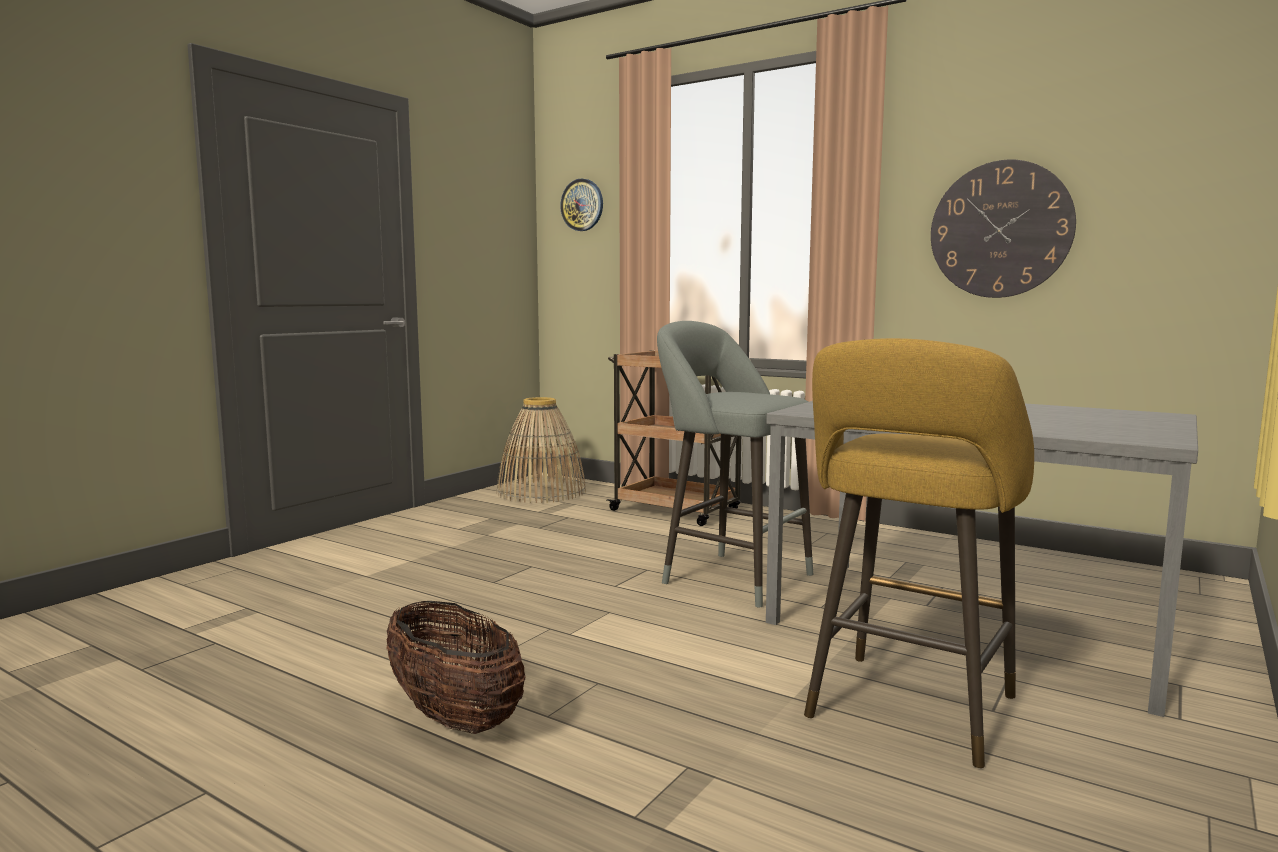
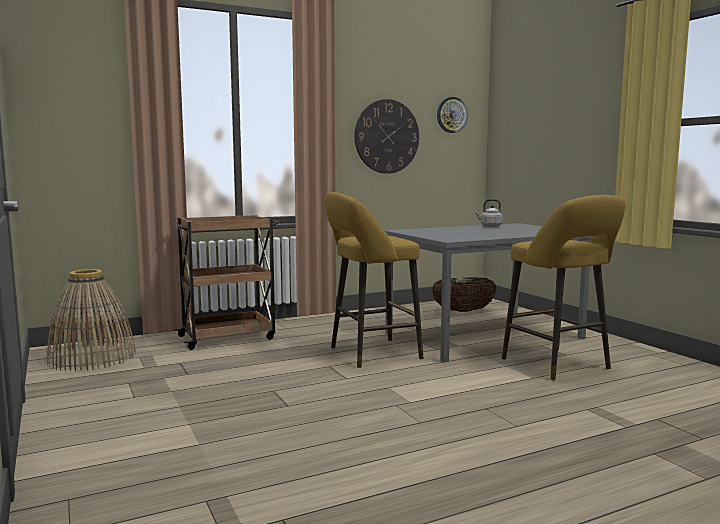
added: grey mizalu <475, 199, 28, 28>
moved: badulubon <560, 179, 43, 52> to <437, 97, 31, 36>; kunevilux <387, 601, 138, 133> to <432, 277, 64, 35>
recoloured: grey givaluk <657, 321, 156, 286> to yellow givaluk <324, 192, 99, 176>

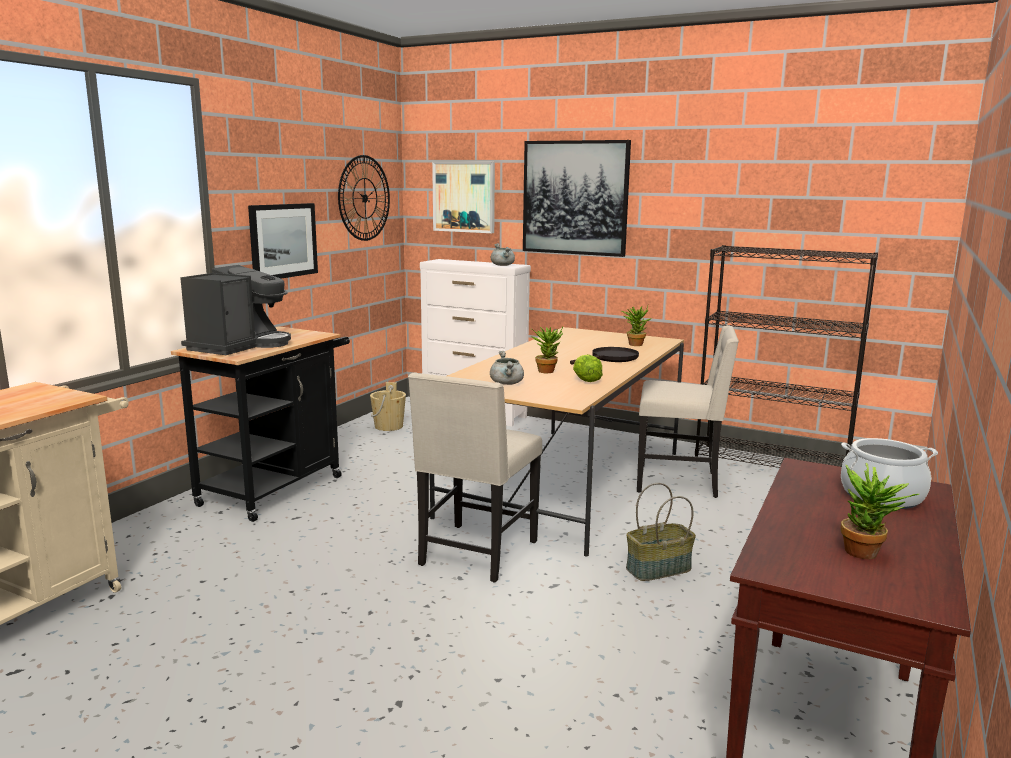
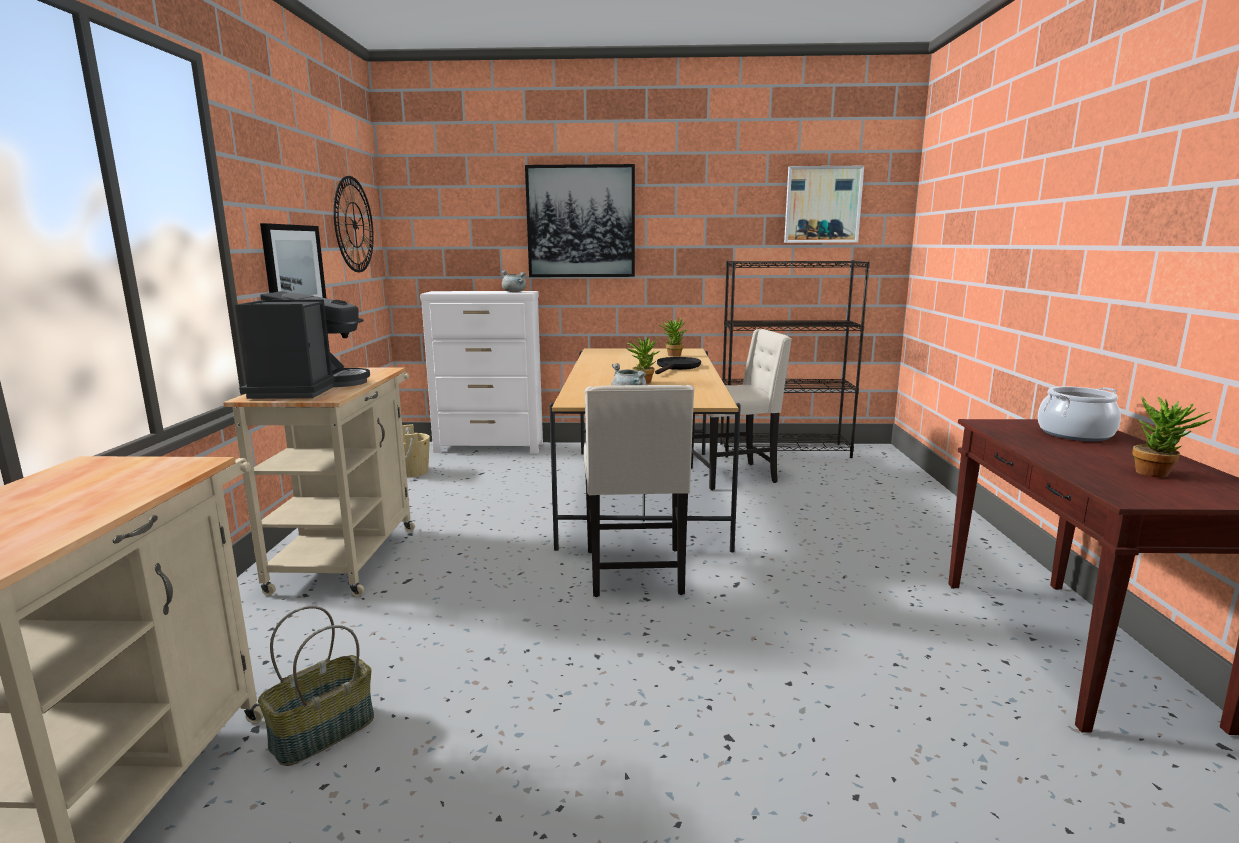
removed: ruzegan <573, 354, 30, 28>
moved: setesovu <432, 161, 63, 72> to <784, 166, 80, 77>; kunevilux <626, 483, 70, 98> to <258, 606, 116, 160>
recoloured: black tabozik <171, 326, 179, 196> to beige tabozik <223, 367, 192, 230>

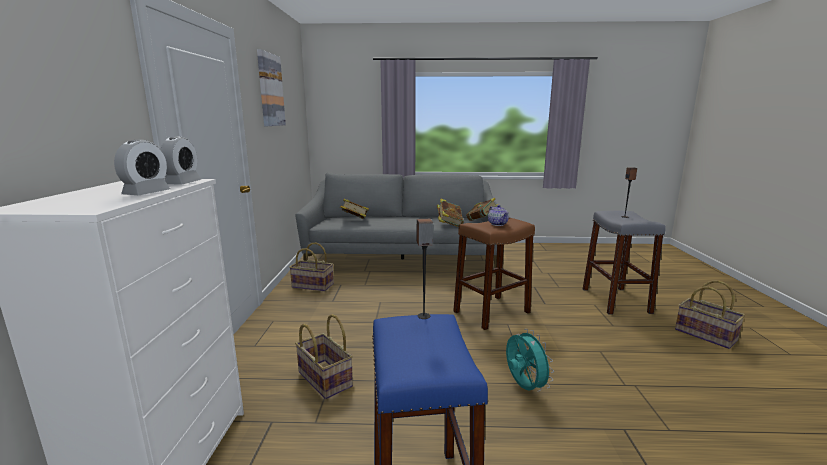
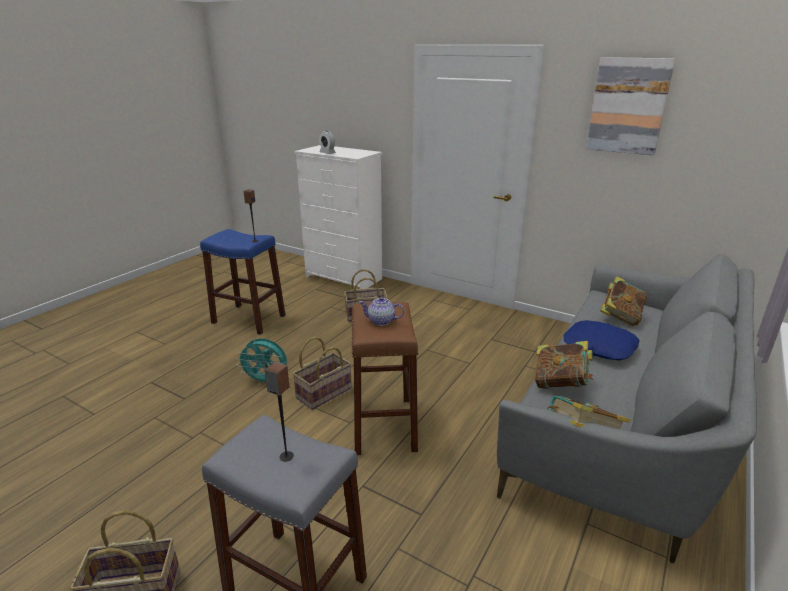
removed: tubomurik <161, 136, 41, 48>
added: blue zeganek <564, 320, 76, 41>
moved: kunevilux <289, 243, 45, 48> to <292, 337, 60, 73>

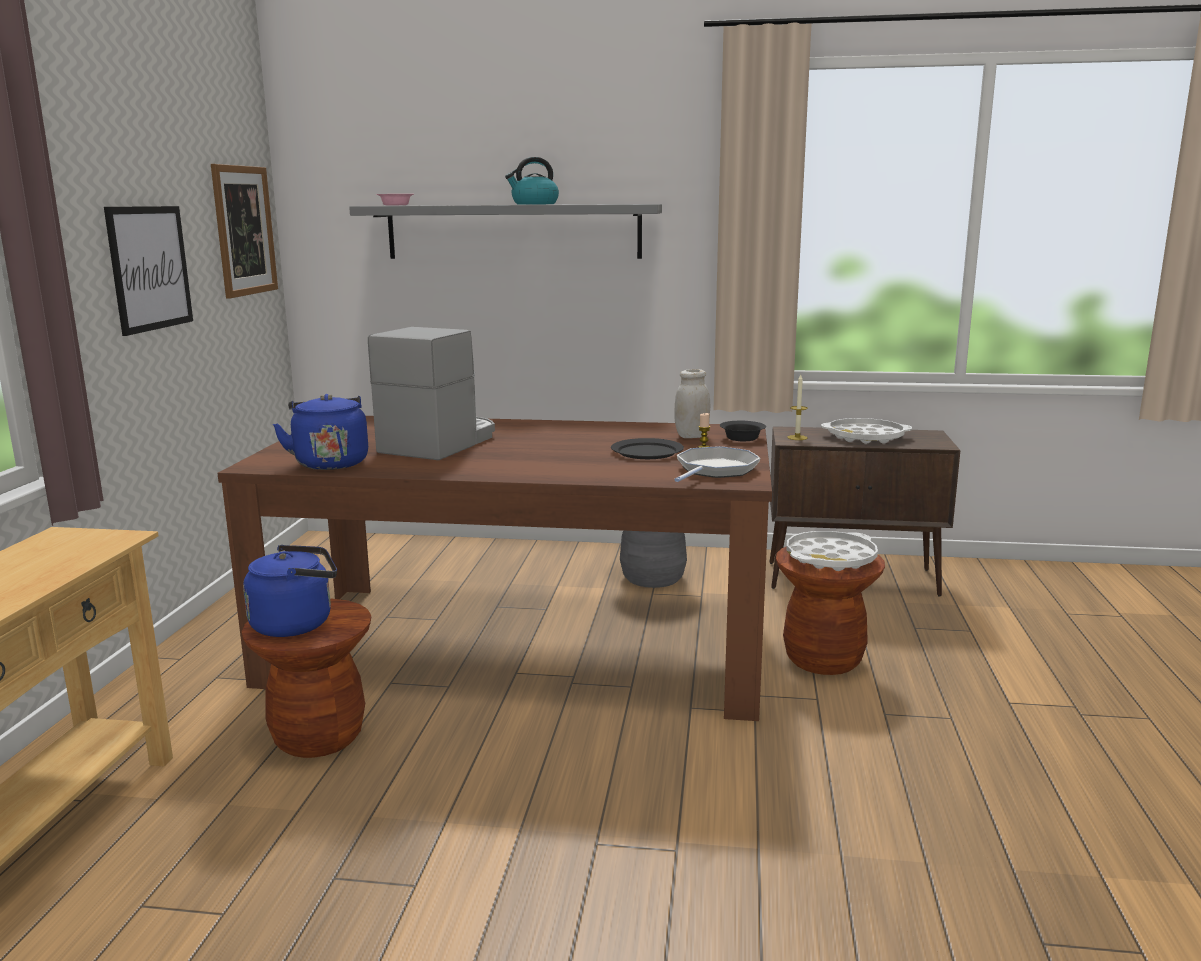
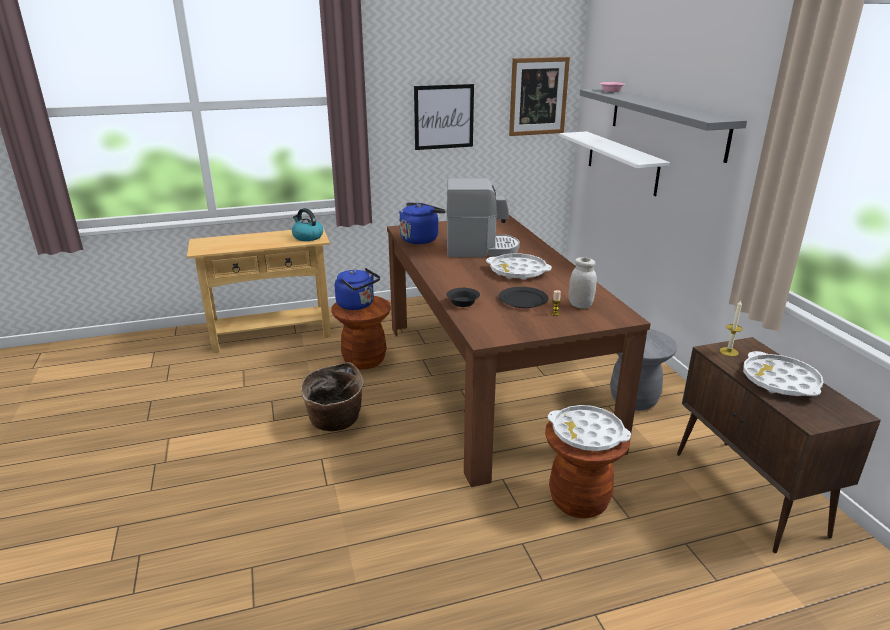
removed: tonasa <674, 446, 86, 36>
added: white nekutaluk <559, 131, 111, 65>; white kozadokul <486, 253, 66, 27>; kunevilux <301, 362, 63, 69>
moved: mizalu <505, 157, 54, 48> to <292, 208, 31, 33>; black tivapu <720, 421, 46, 20> to <447, 288, 33, 19>

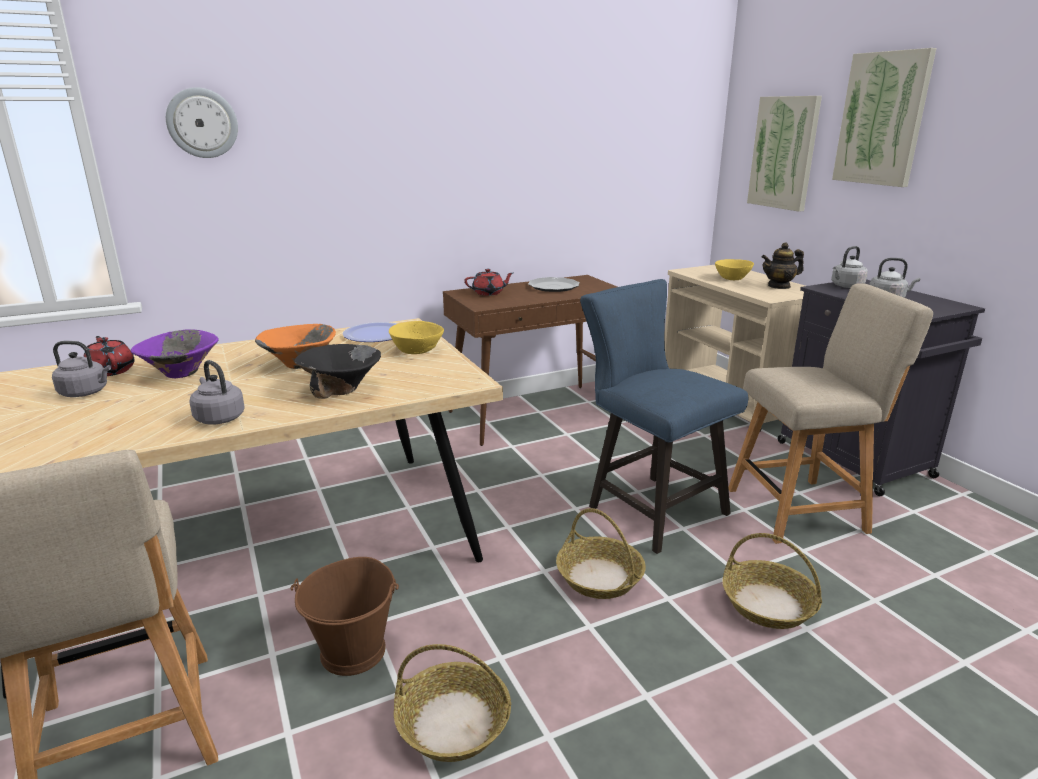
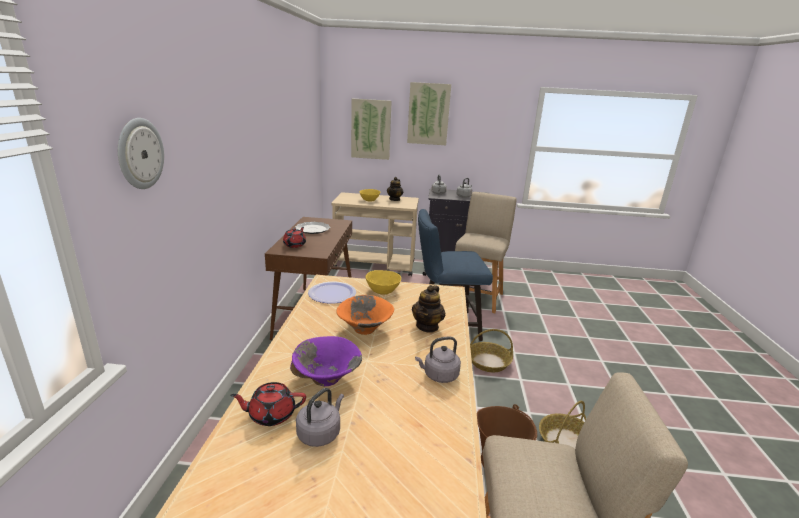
removed: kunevilux <722, 533, 100, 96>
replaced: black tivapu <294, 344, 87, 55> to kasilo <412, 285, 33, 48>

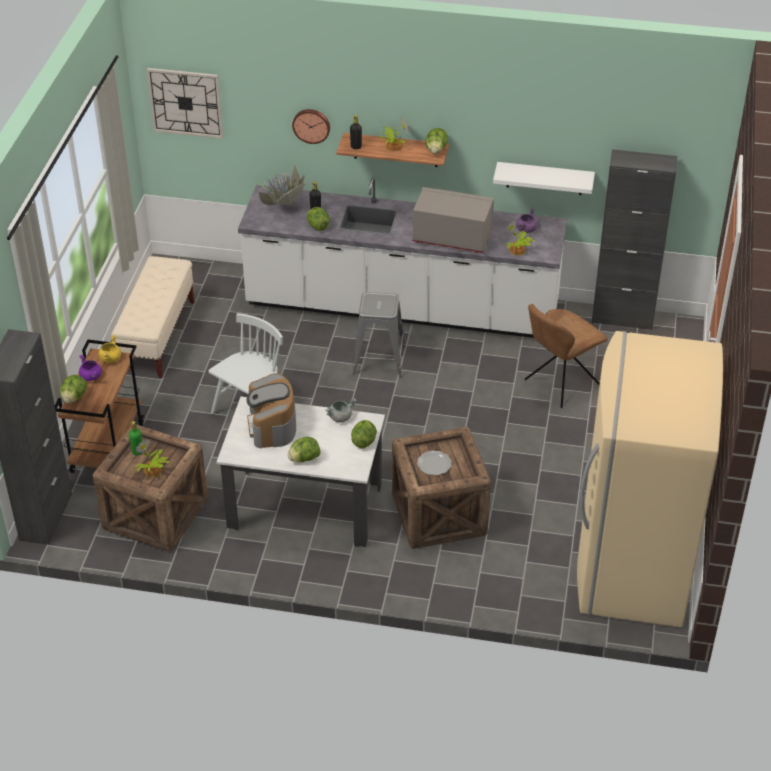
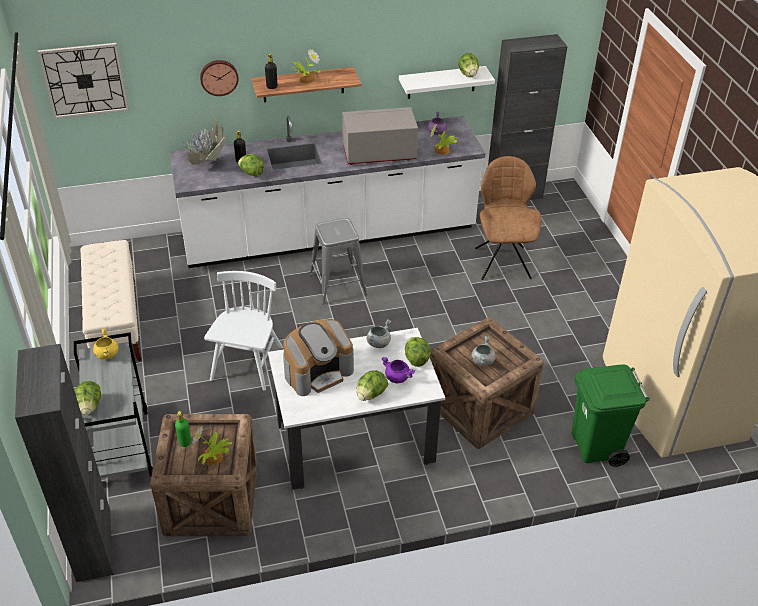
added: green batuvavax <572, 364, 78, 103>
moved: ruzegan <425, 128, 23, 26> to <458, 53, 21, 24>; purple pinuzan <79, 355, 23, 26> to <382, 357, 33, 26>
replaced: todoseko <417, 451, 35, 24> to grey pinuzan <471, 336, 24, 30>
recoloured: brown tabozik <55, 340, 89, 133> to grey tabozik <74, 332, 79, 146>
turned: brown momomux <525, 304, 83, 104> = <475, 156, 66, 124> 150 degrees clockwise; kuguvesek <247, 373, 49, 75> = <283, 319, 71, 77> 90 degrees counterclockwise

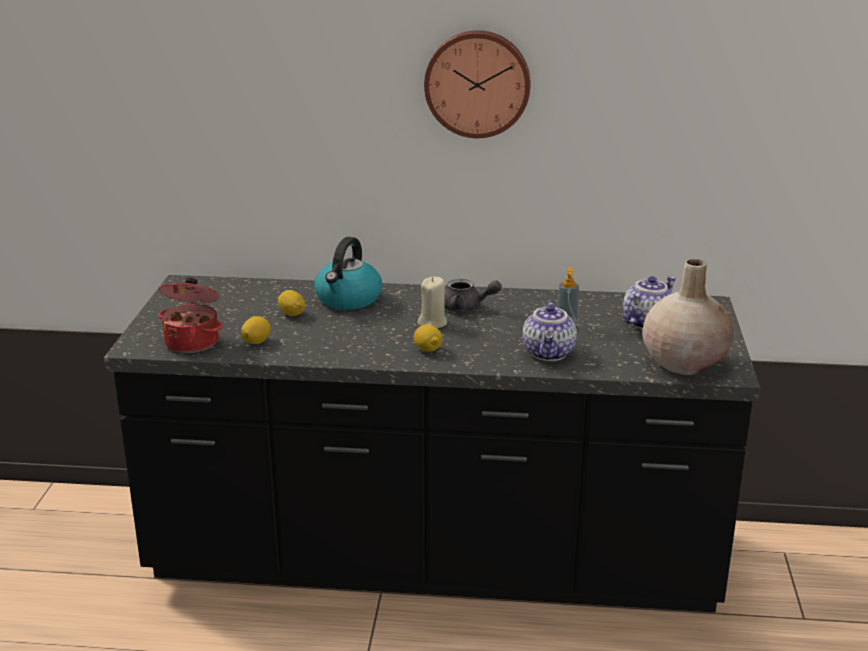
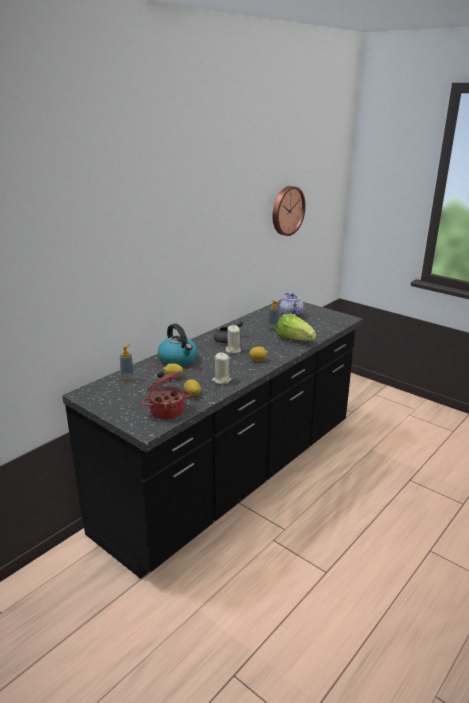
removed: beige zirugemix <643, 259, 91, 116>
added: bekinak <120, 344, 14, 37>; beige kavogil <212, 352, 19, 32>
moved: badulubon <424, 30, 107, 108> to <272, 186, 34, 50>
replaced: kasilo <522, 300, 55, 61> to ruzegan <276, 313, 40, 28>

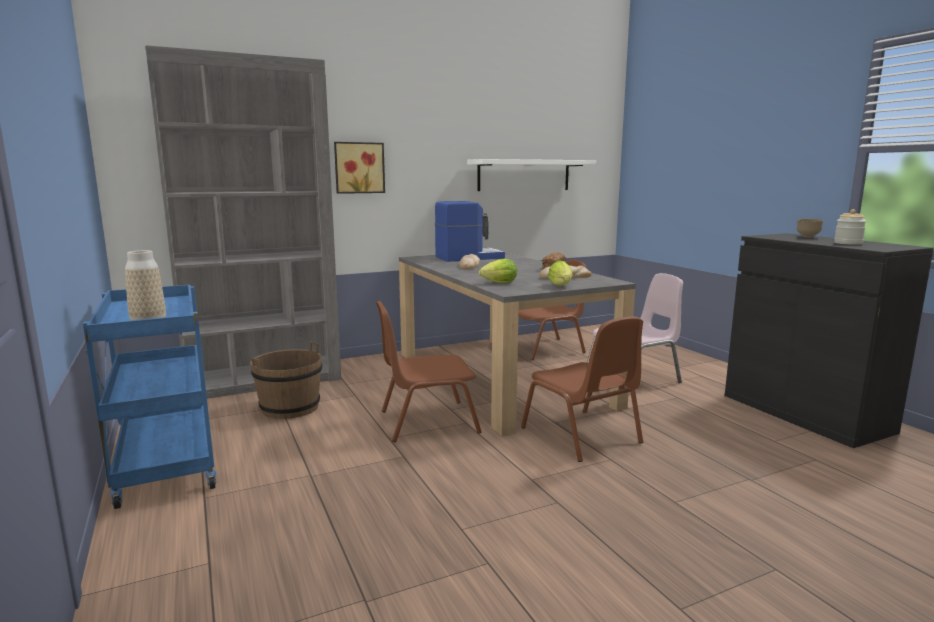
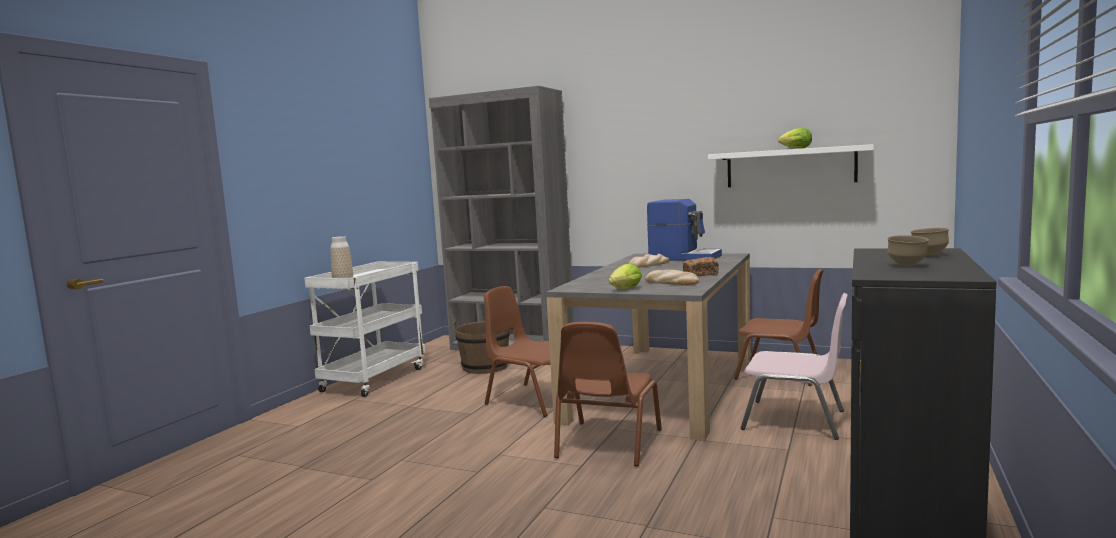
removed: setesovu <334, 142, 51, 52>
moved: ruzegan <479, 259, 38, 24> to <778, 128, 34, 21>
replaced: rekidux <834, 209, 33, 36> to brown tivapu <888, 235, 41, 32>
recoloured: blue tabozik <83, 285, 133, 224> to white tabozik <304, 262, 122, 135>

